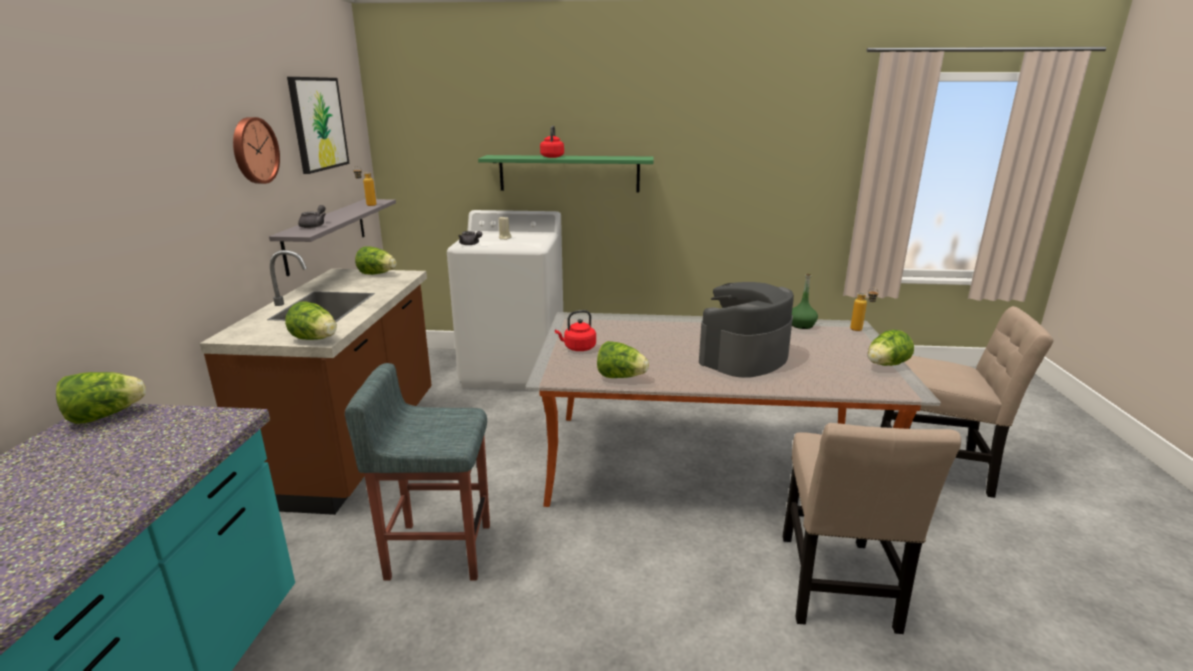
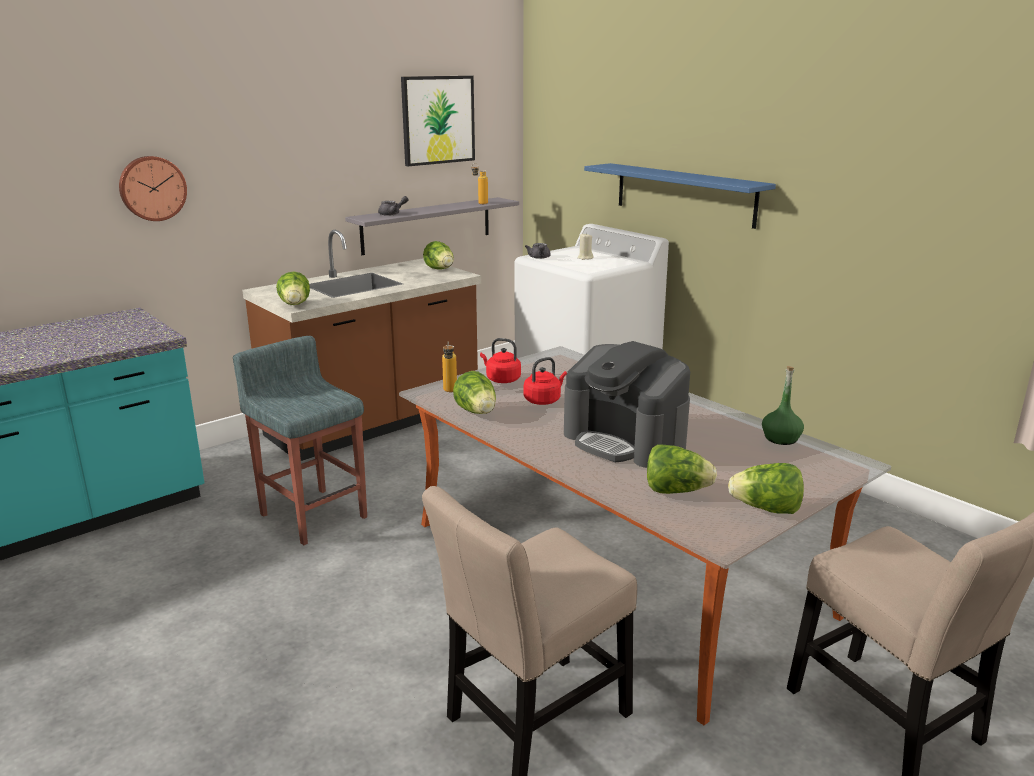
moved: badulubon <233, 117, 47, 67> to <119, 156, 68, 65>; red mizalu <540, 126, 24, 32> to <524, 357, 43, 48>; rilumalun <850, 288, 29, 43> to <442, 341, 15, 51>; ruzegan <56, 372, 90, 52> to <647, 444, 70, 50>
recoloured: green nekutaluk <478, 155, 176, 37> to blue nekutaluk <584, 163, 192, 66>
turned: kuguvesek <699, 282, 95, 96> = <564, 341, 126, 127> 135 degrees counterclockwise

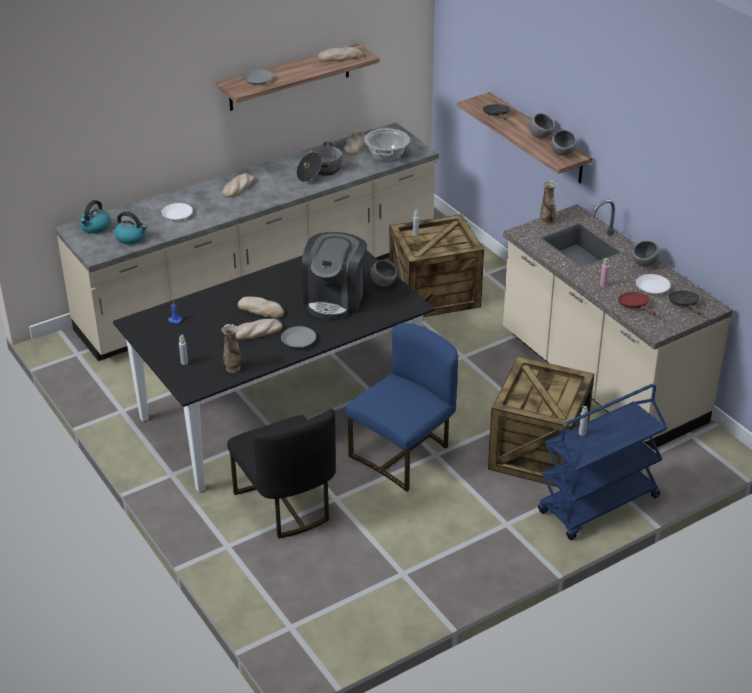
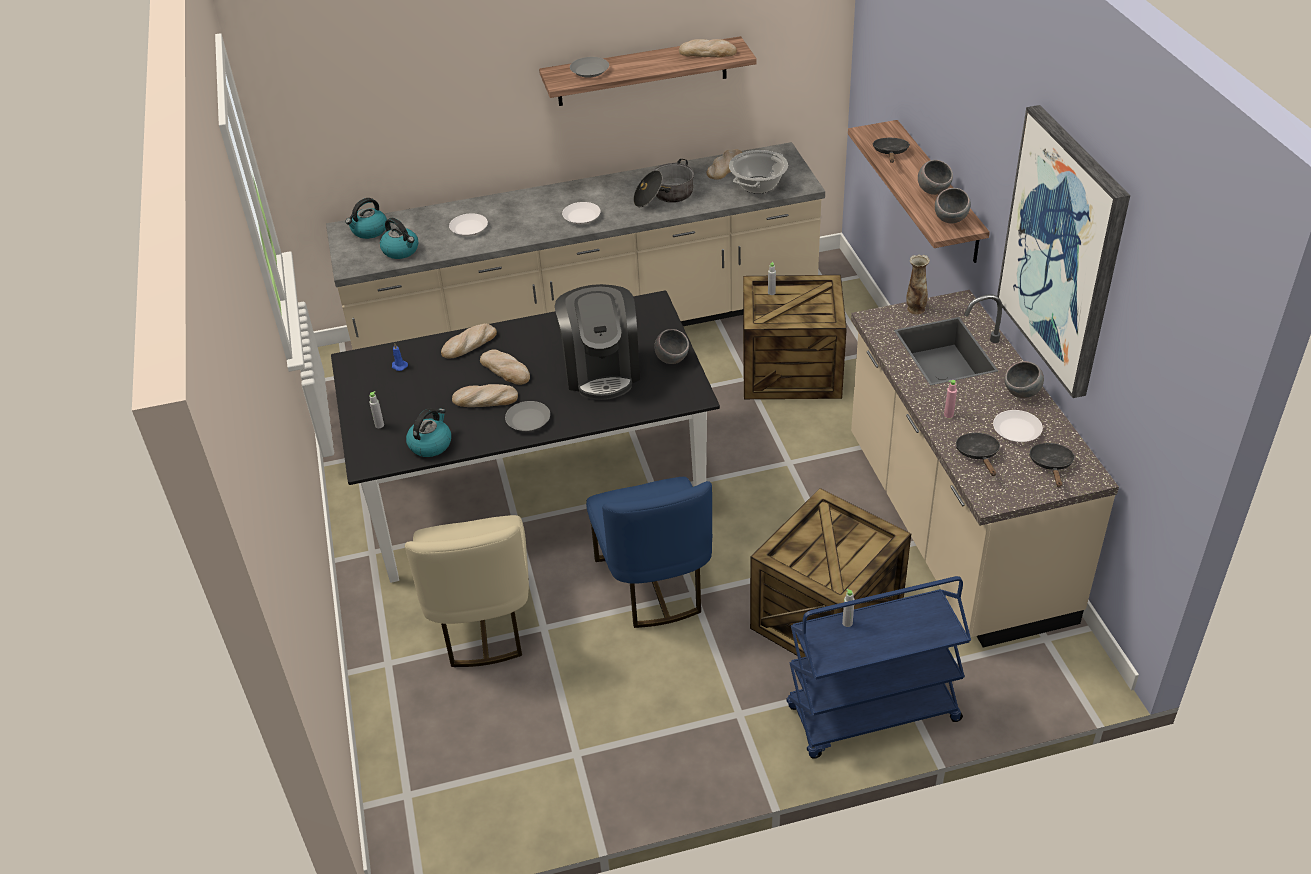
added: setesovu <997, 105, 133, 293>; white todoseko <562, 202, 39, 22>
moved: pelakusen <222, 173, 33, 25> to <441, 323, 56, 36>
replaced: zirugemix <221, 324, 20, 49> to mizalu <406, 408, 45, 49>
recoloured: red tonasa <618, 292, 38, 23> to black tonasa <956, 433, 44, 43>; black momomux <227, 409, 109, 129> to beige momomux <405, 515, 124, 152>
turned: kuguvesek <302, 232, 65, 87> = <555, 284, 85, 116> 45 degrees counterclockwise; blue momomux <345, 323, 113, 169> = <586, 477, 126, 151> 105 degrees clockwise

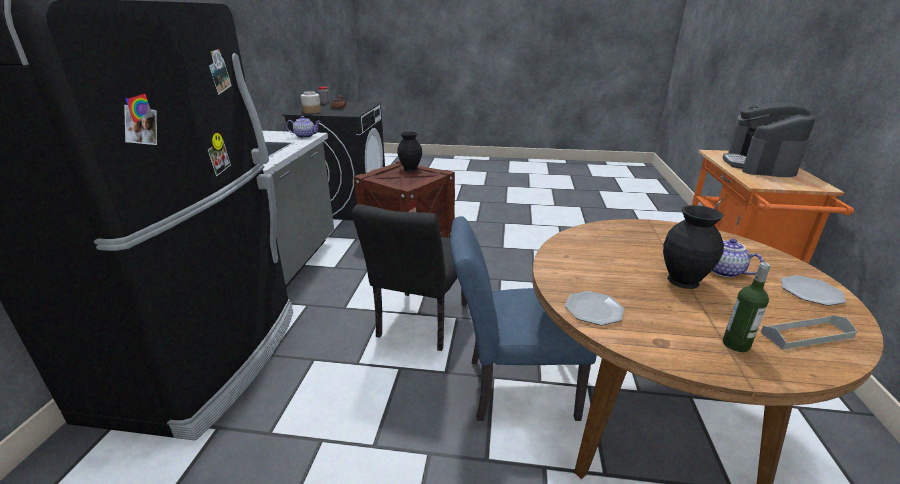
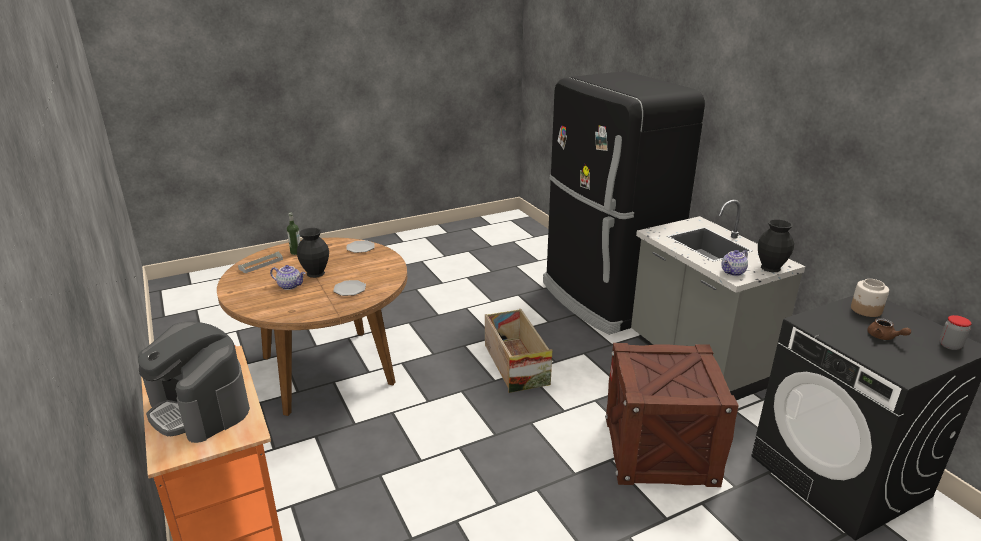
removed: blue momomux <450, 216, 147, 205>
moved: black zirugemix <397, 132, 25, 40> to <758, 219, 36, 53>; todoseko <781, 275, 65, 31> to <333, 280, 33, 16>
replaced: black momomux <352, 204, 115, 147> to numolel <485, 309, 67, 84>
turned: kuguvesek <722, 102, 93, 75> = <138, 321, 112, 122> 150 degrees clockwise

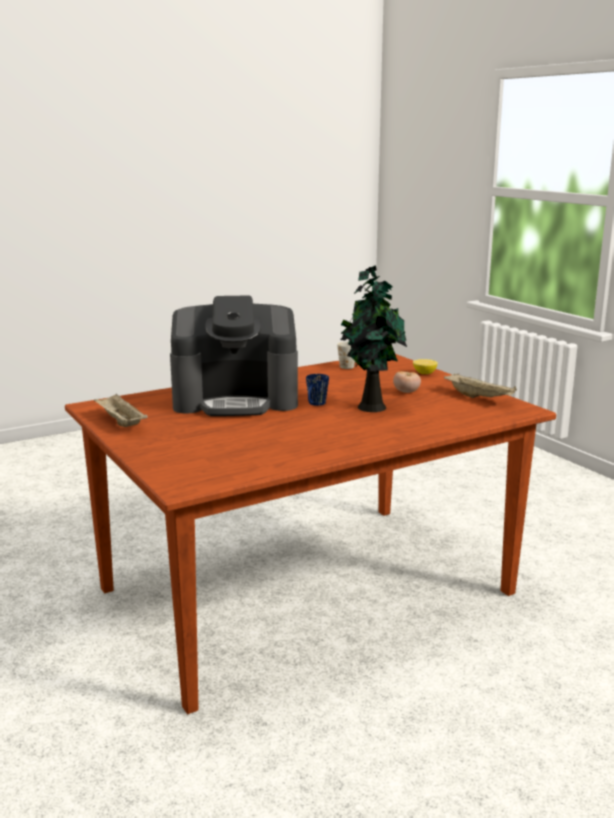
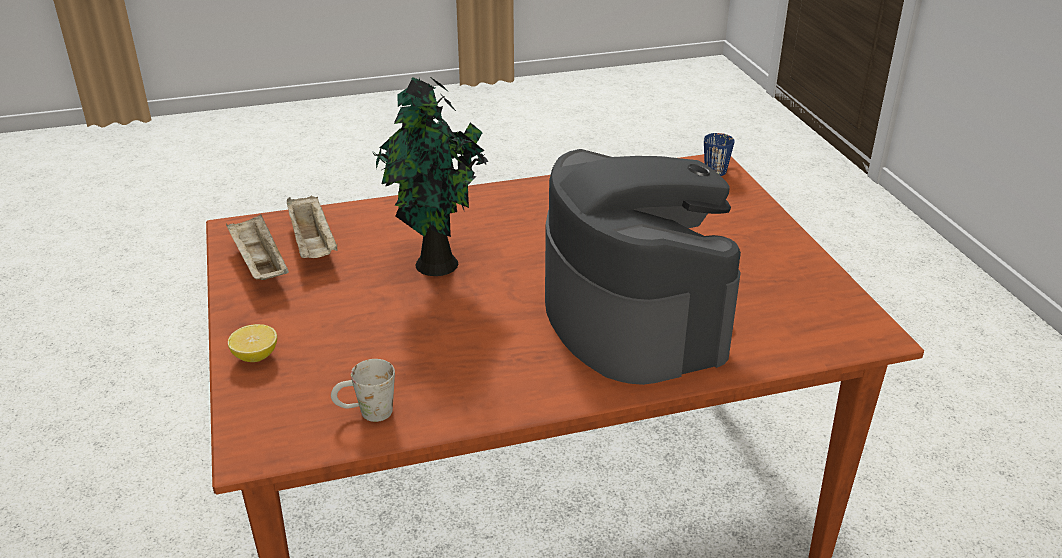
removed: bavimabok <393, 371, 28, 22>
moved: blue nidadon <306, 374, 23, 32> to <704, 133, 30, 43>; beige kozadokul <94, 394, 54, 33> to <287, 196, 51, 62>
turned: kuguvesek <170, 295, 128, 121> = <545, 149, 196, 236> 60 degrees clockwise

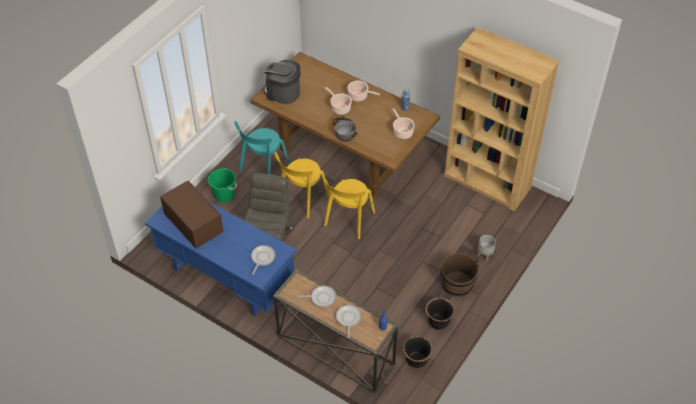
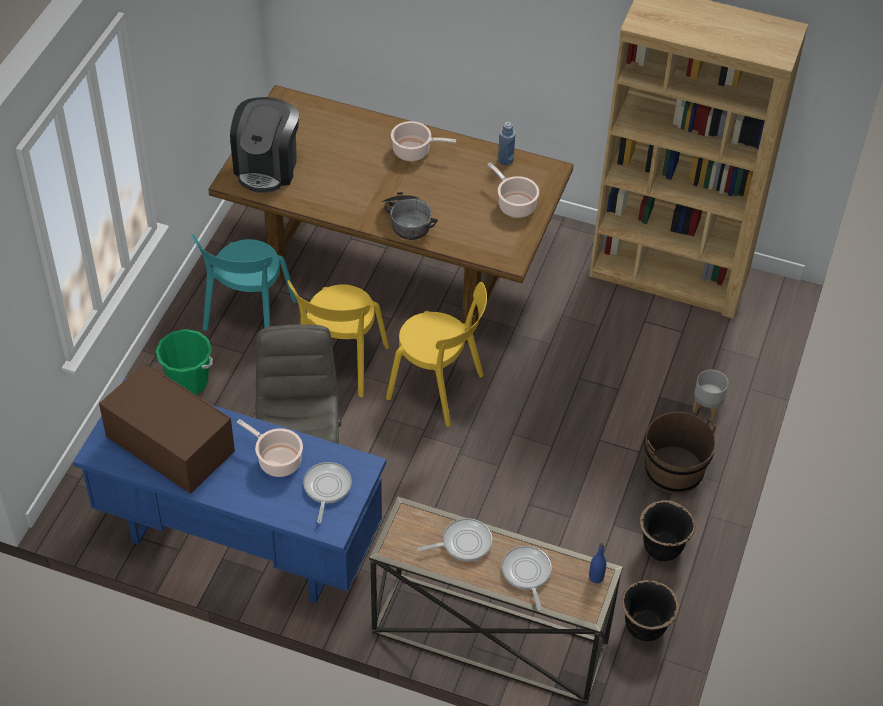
moved: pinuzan <325, 87, 27, 28> to <237, 419, 66, 58>
turned: kuguvesek <263, 60, 37, 44> = <230, 97, 69, 96> 90 degrees counterclockwise; yellow momomux <323, 176, 52, 63> = <386, 282, 101, 145> 75 degrees counterclockwise

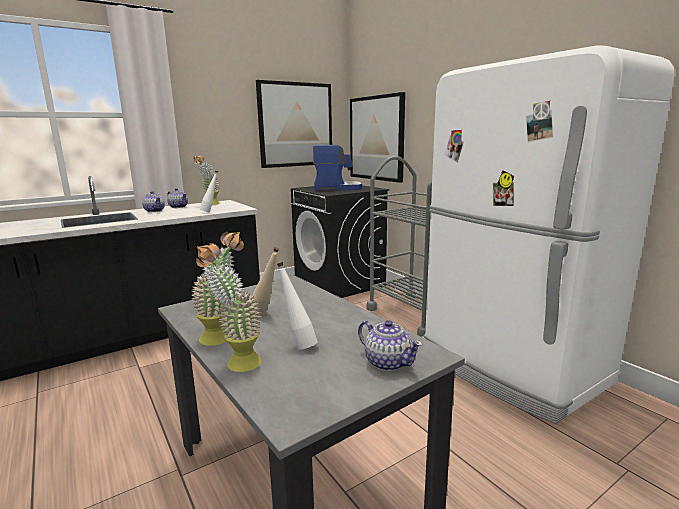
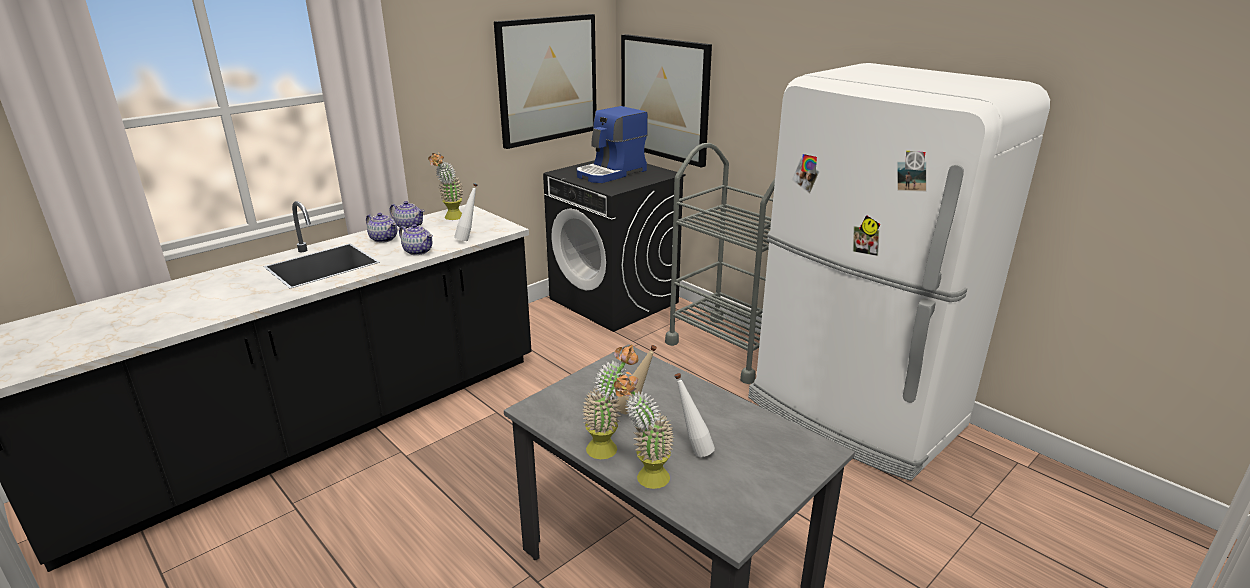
moved: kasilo <358, 320, 65, 51> to <399, 224, 34, 31>
turned: kuguvesek <313, 145, 49, 46> = <577, 106, 71, 77> 150 degrees clockwise

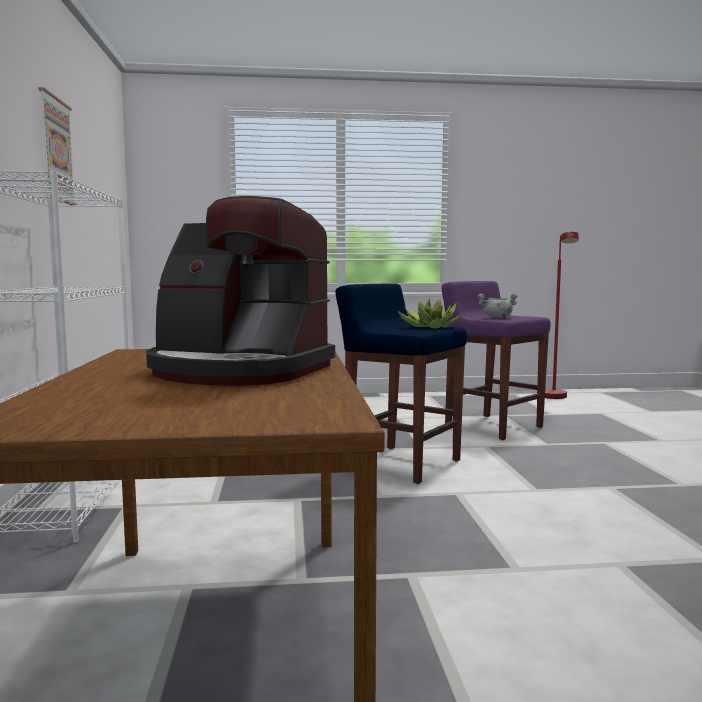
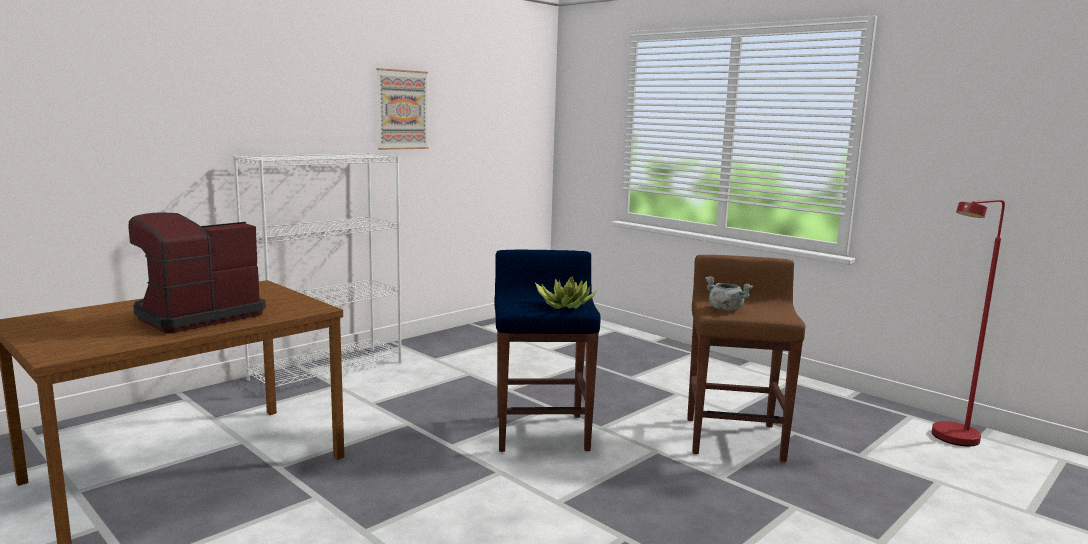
recoloured: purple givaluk <441, 281, 109, 159> to brown givaluk <687, 255, 118, 207>
turned: kuguvesek <146, 196, 189, 190> = <128, 212, 138, 121> 60 degrees clockwise

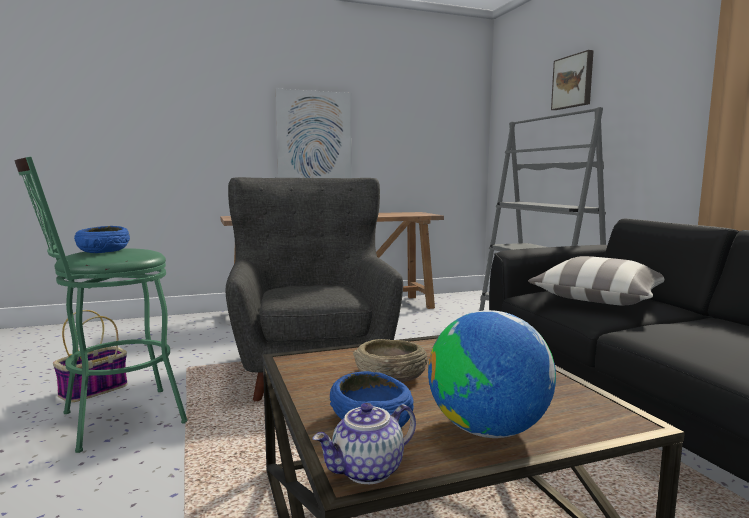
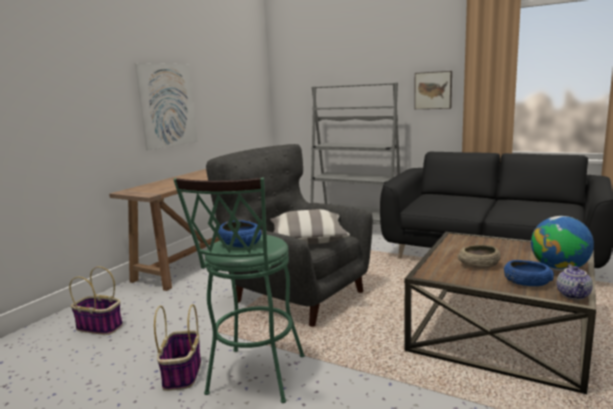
added: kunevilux <69, 266, 54, 69>
moved: setesovu <551, 50, 43, 60> to <414, 71, 38, 38>; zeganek <528, 256, 137, 49> to <270, 209, 80, 35>

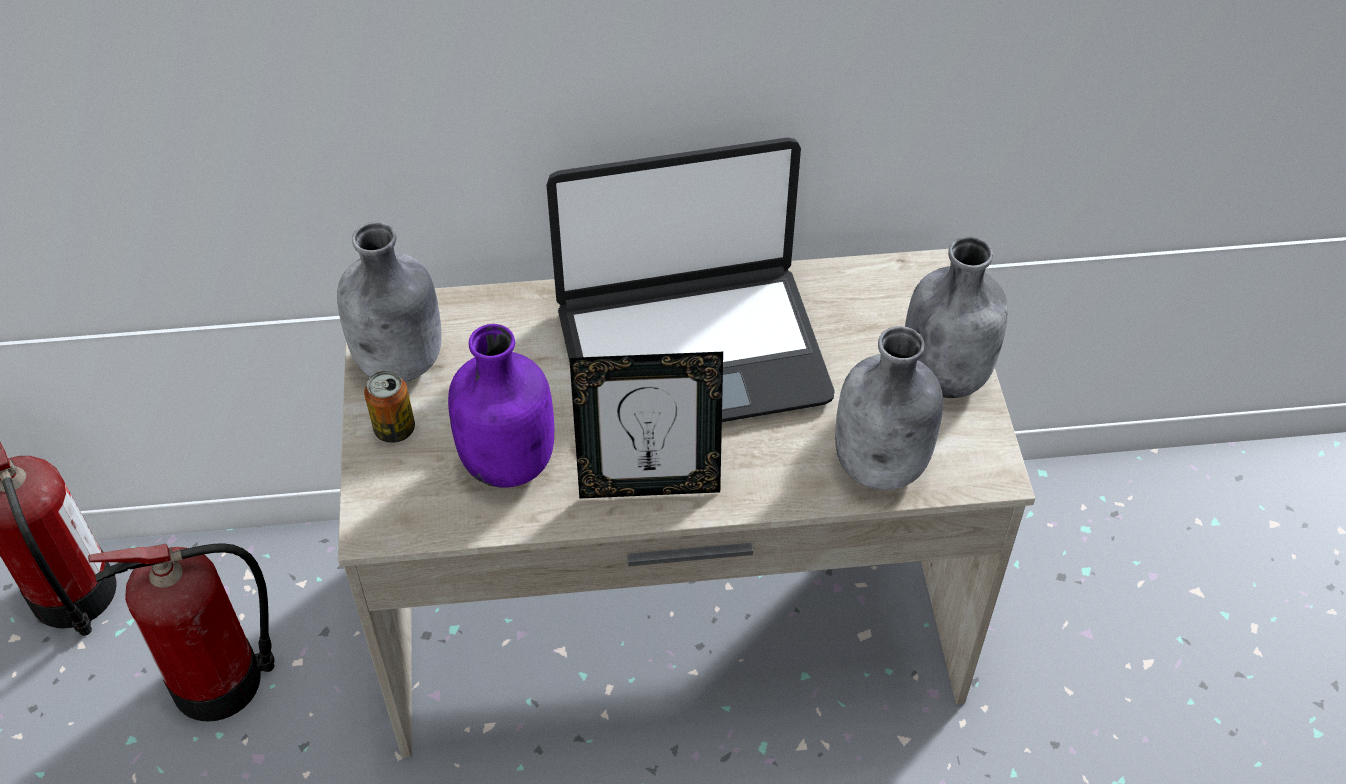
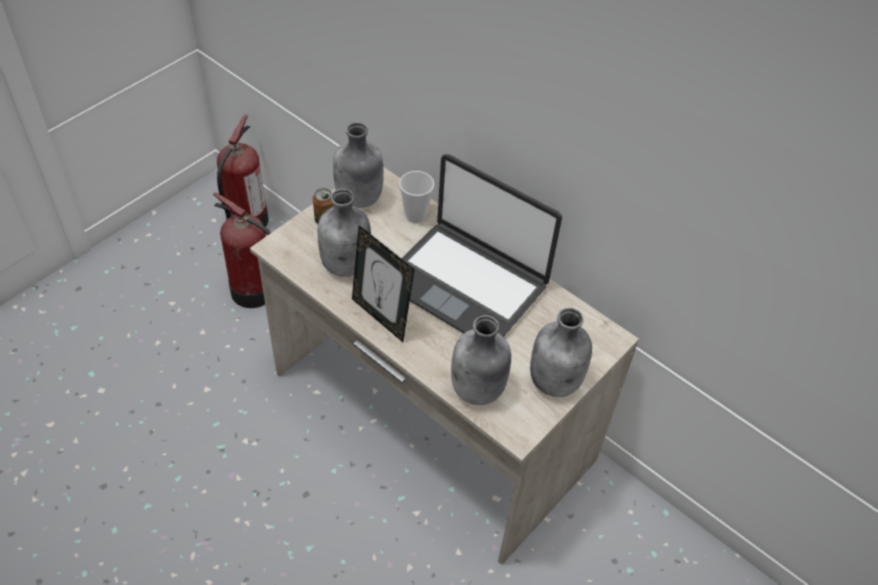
added: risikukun <399, 171, 35, 52>
recoloured: purple rilumalun <448, 324, 106, 164> to grey rilumalun <318, 189, 53, 88>

